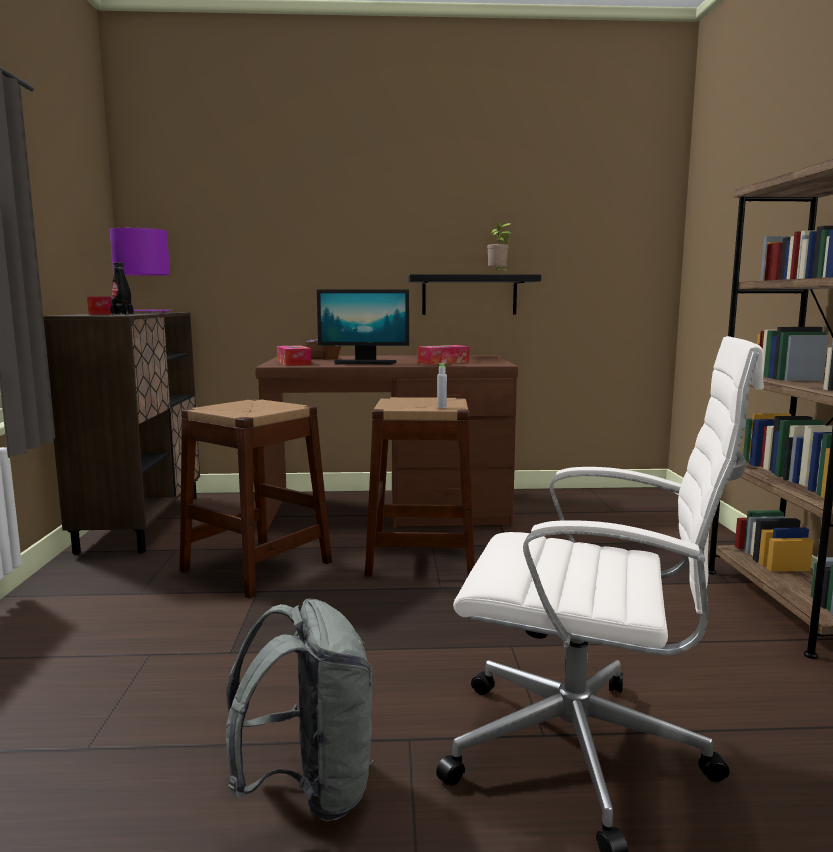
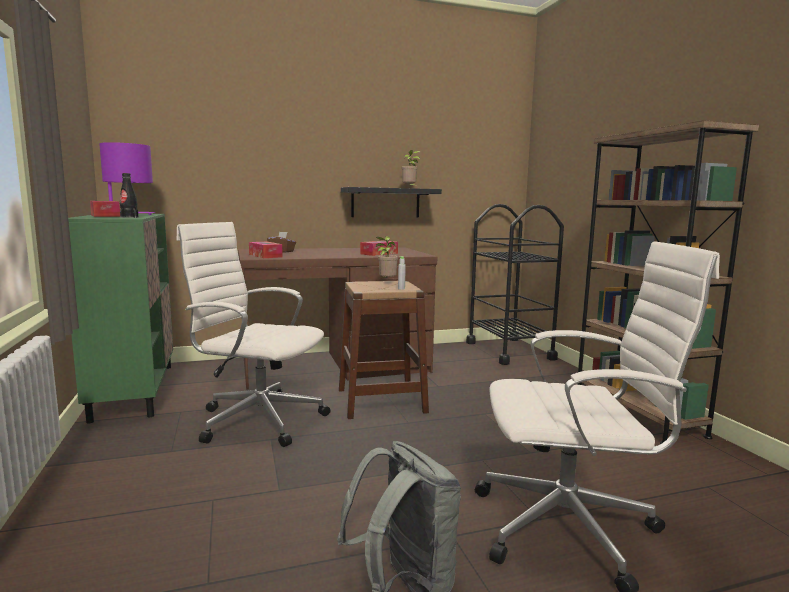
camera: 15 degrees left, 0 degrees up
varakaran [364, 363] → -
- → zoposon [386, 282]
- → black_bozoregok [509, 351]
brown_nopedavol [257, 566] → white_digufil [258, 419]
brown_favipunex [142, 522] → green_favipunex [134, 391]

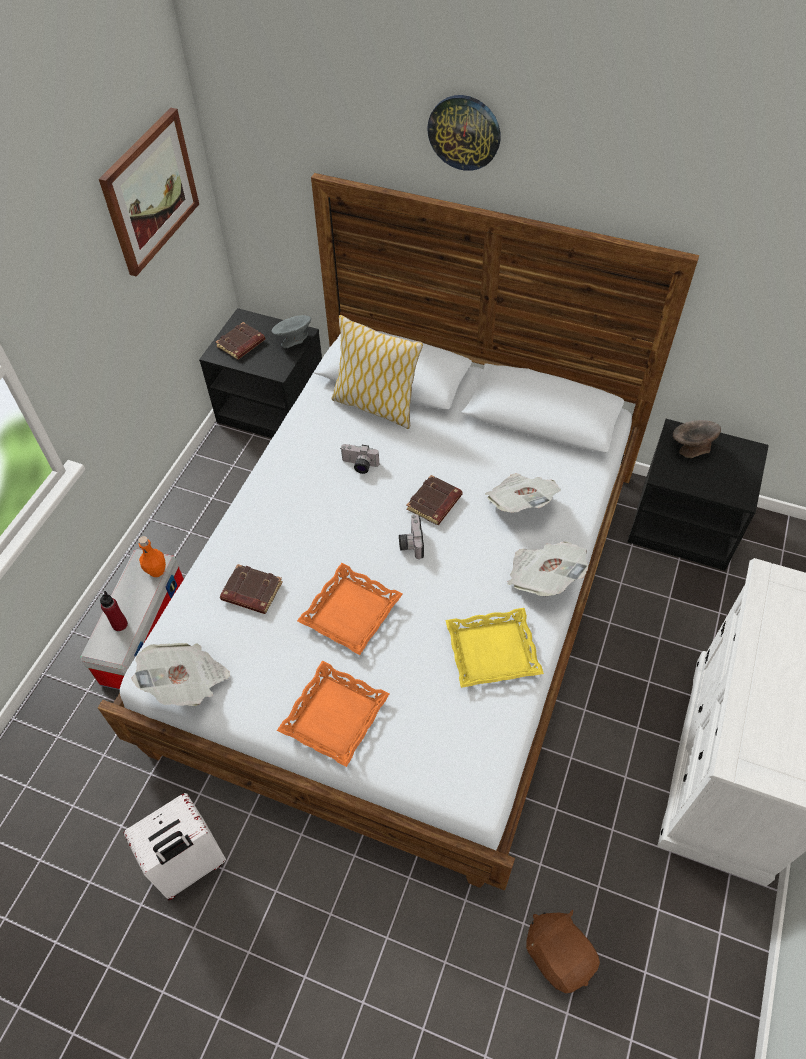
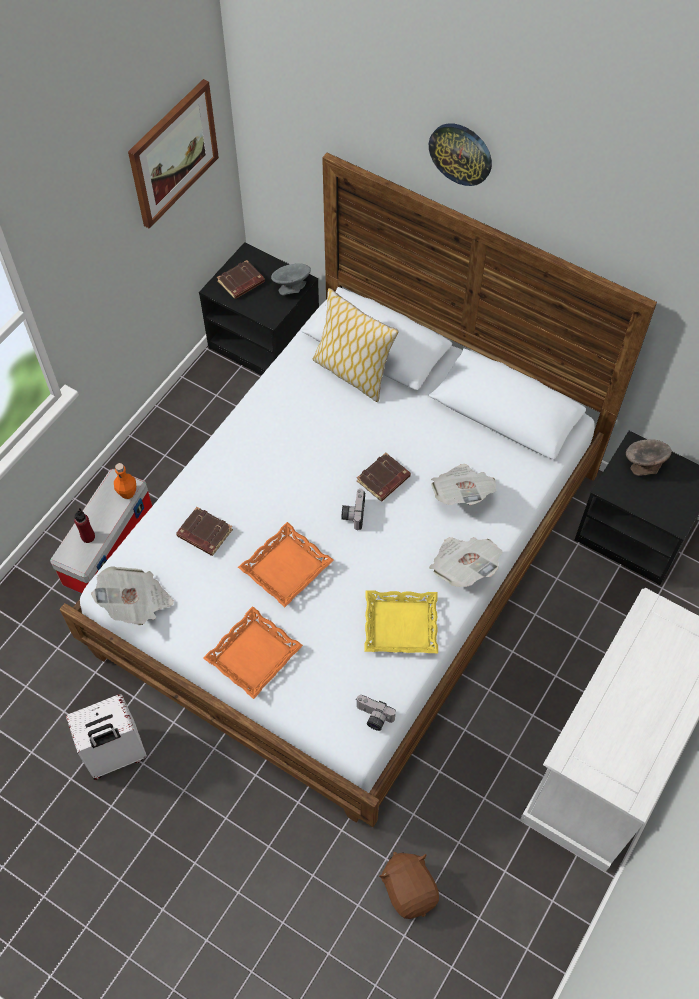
camera: 10 degrees right, 5 degrees up
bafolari [359, 465] → bafolari [373, 717], moved

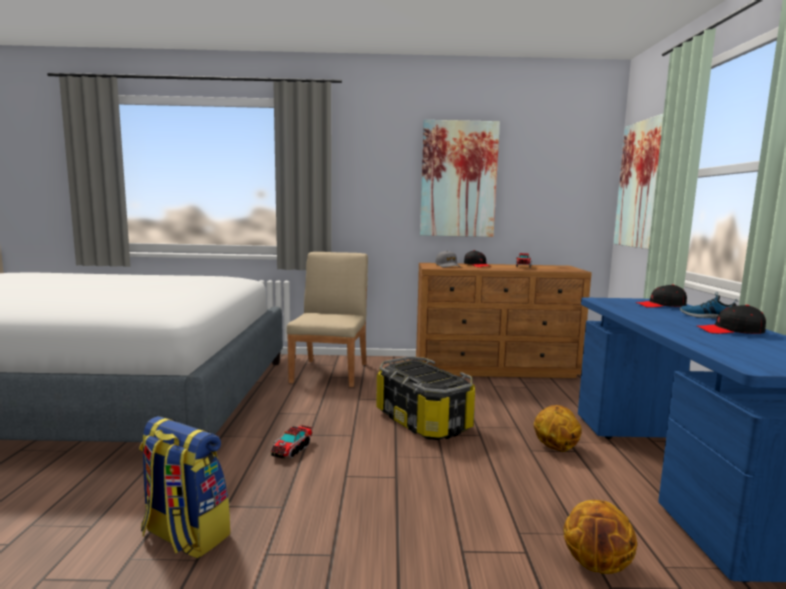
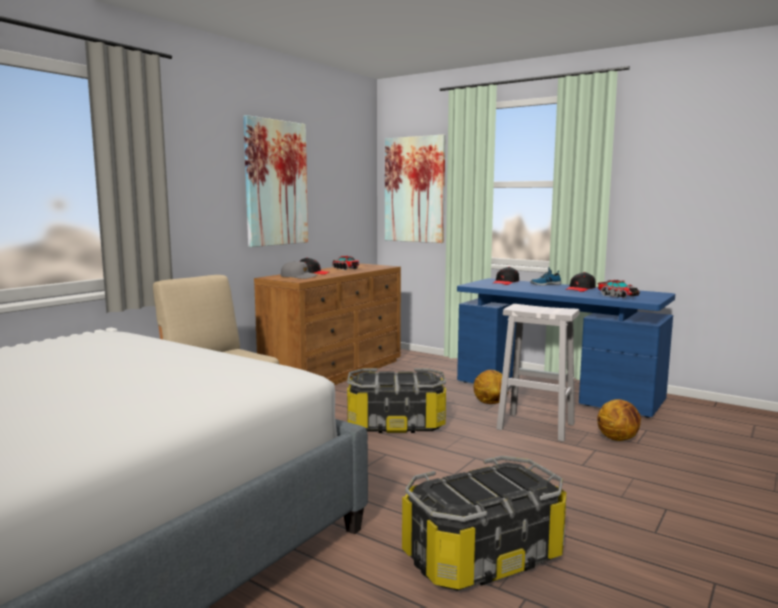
camera: 55 degrees left, 0 degrees up
- → white_nopedavol [534, 426]
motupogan [292, 449] → motupogan [617, 296], moved
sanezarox [184, 535] → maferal [483, 557]

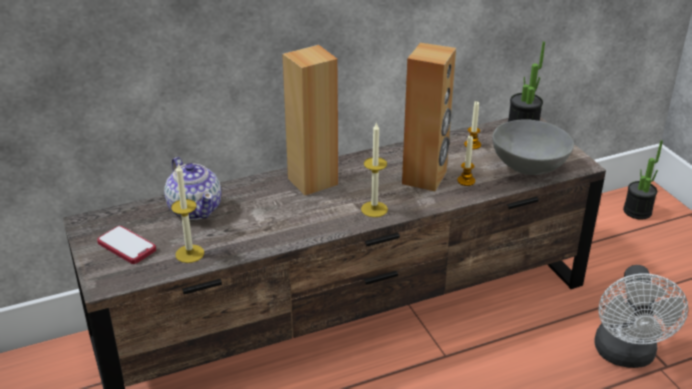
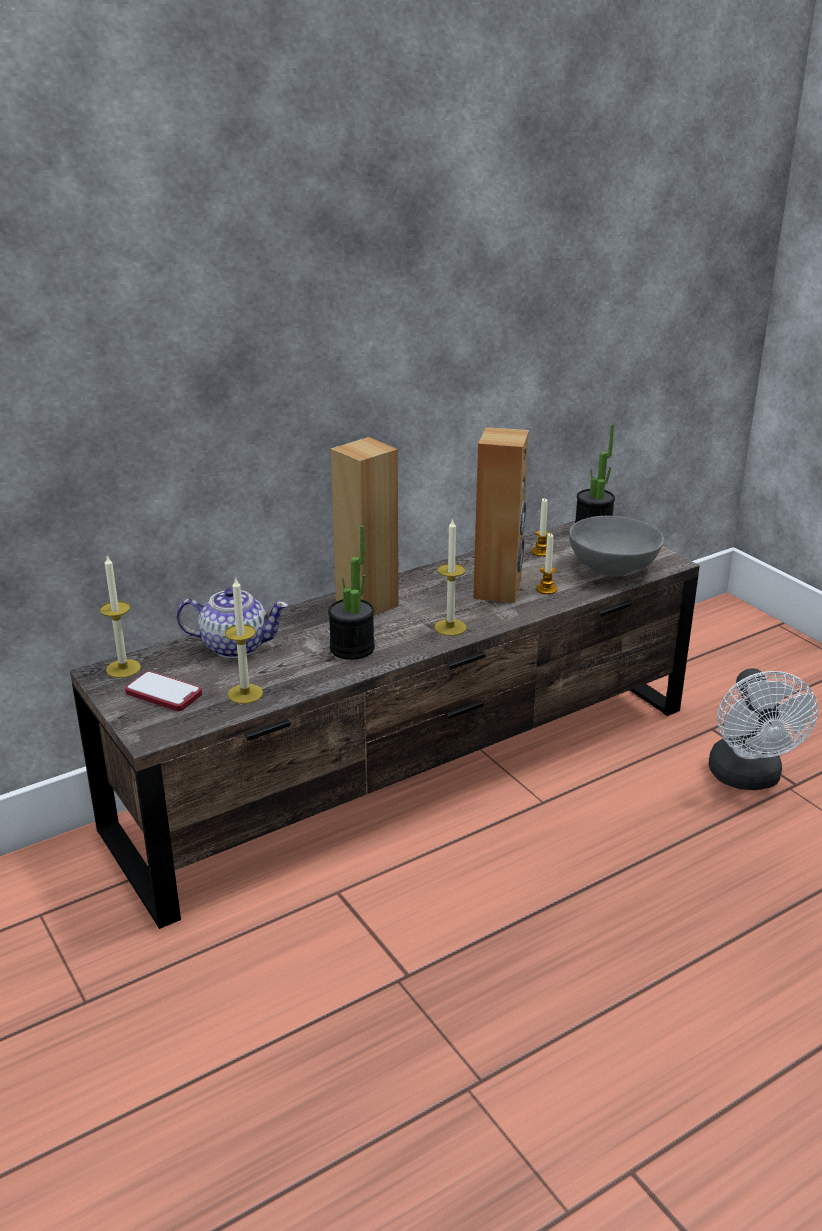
camera: 10 degrees left, 5 degrees down
- → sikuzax [123, 668]
zoposon [637, 211] → zoposon [352, 648], moved
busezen [195, 209] → busezen [234, 646], 45 degrees counterclockwise

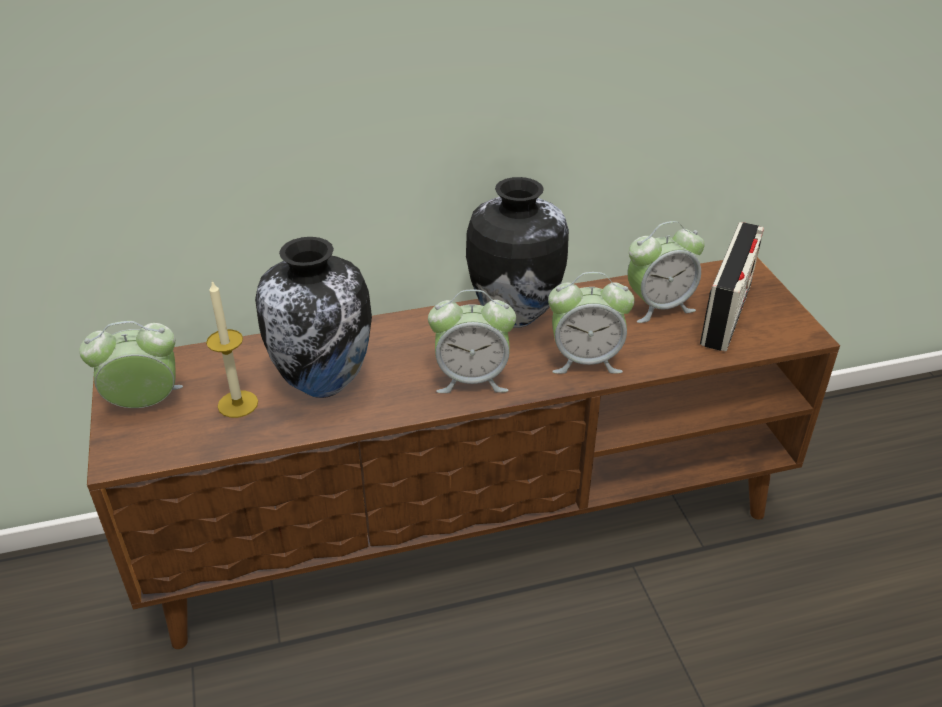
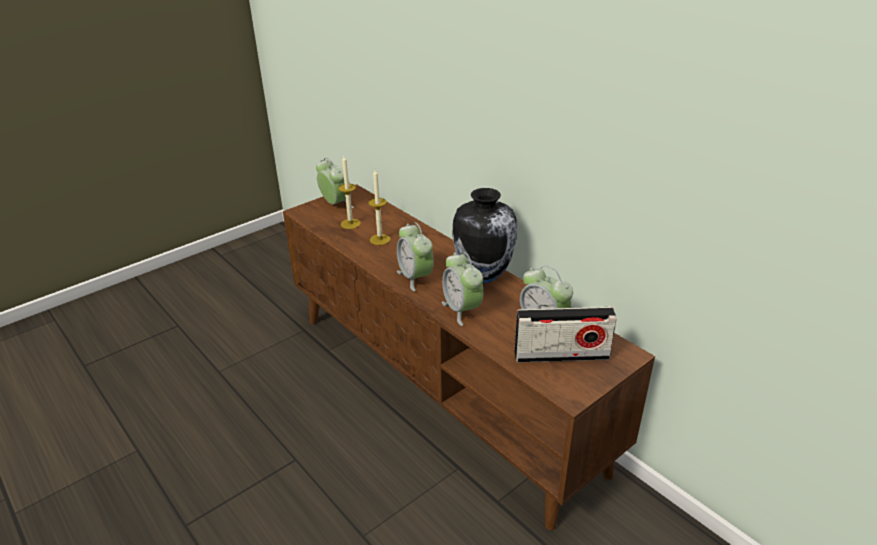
camera: 65 degrees right, 5 degrees down
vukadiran [325, 384] → sikuzax [380, 239]

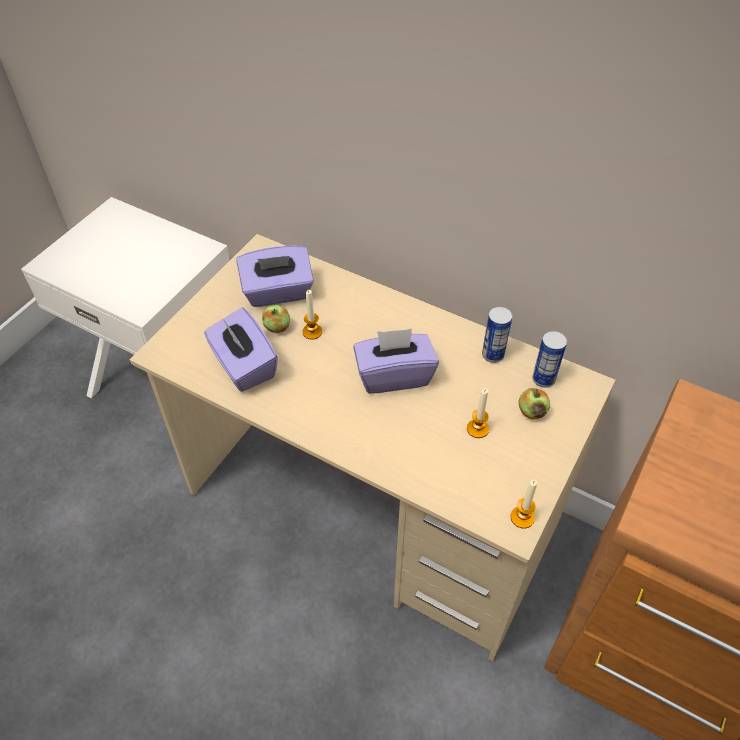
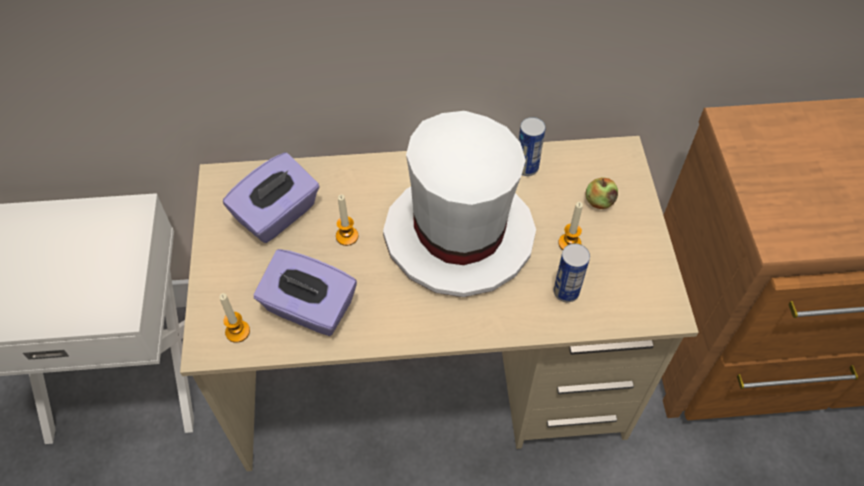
camera: 35 degrees left, 5 degrees up
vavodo [277, 327] → -
sikuzax [522, 517] → sikuzax [237, 331], moved
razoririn [543, 379] → razoririn [566, 292], moved
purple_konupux [394, 375] → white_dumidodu [459, 235]

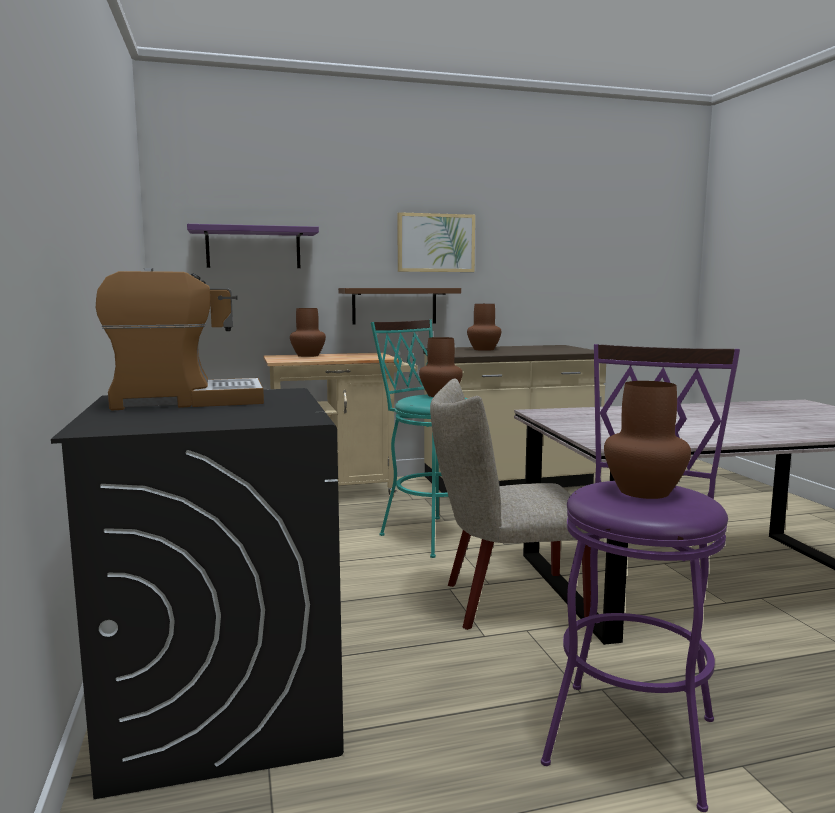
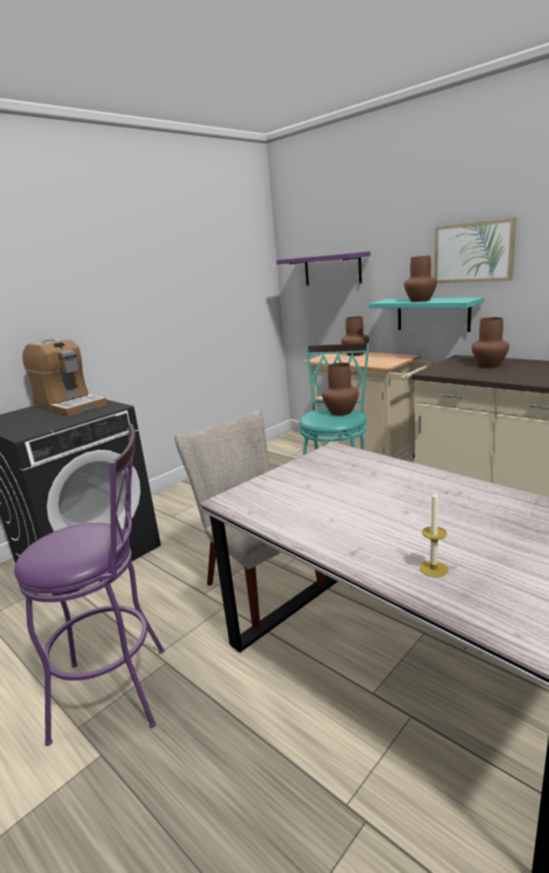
camera: 60 degrees right, 10 degrees up
- → sikuzax [433, 569]
brown_vukadiran [644, 492] → brown_vukadiran [419, 300], moved
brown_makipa [394, 306] → turquoise_makipa [433, 314]

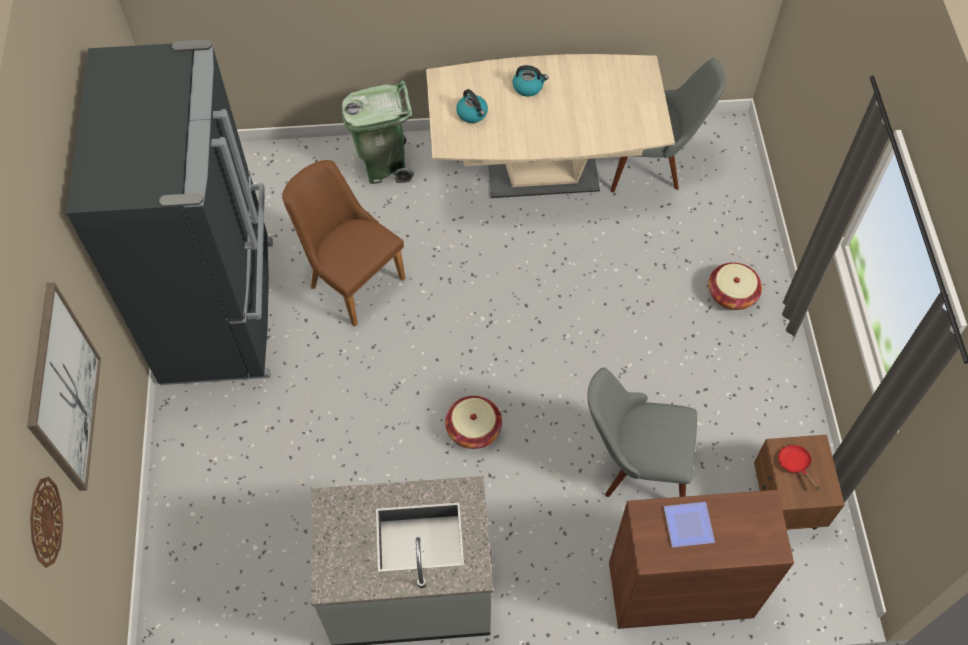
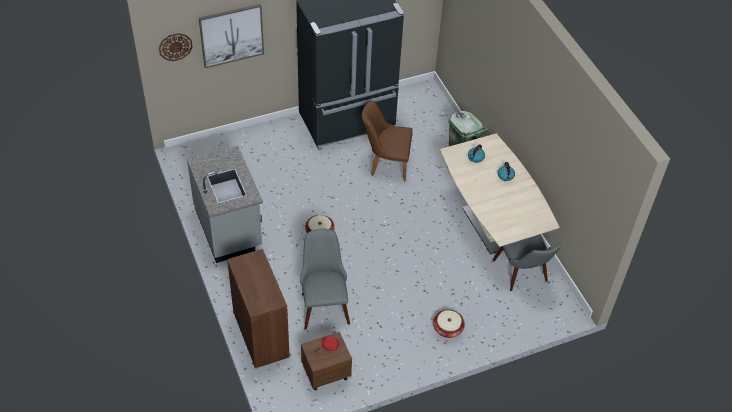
camera: 70 degrees right, 10 degrees down
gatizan [686, 524] → -
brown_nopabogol [350, 279] → brown_nopabogol [385, 164], 105 degrees counterclockwise

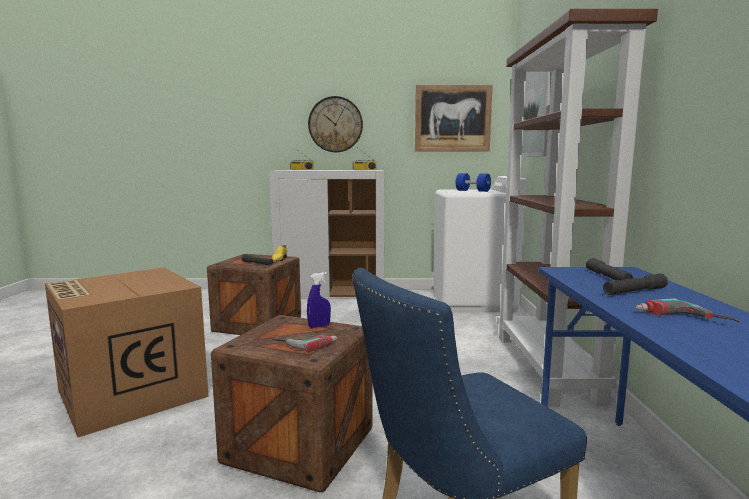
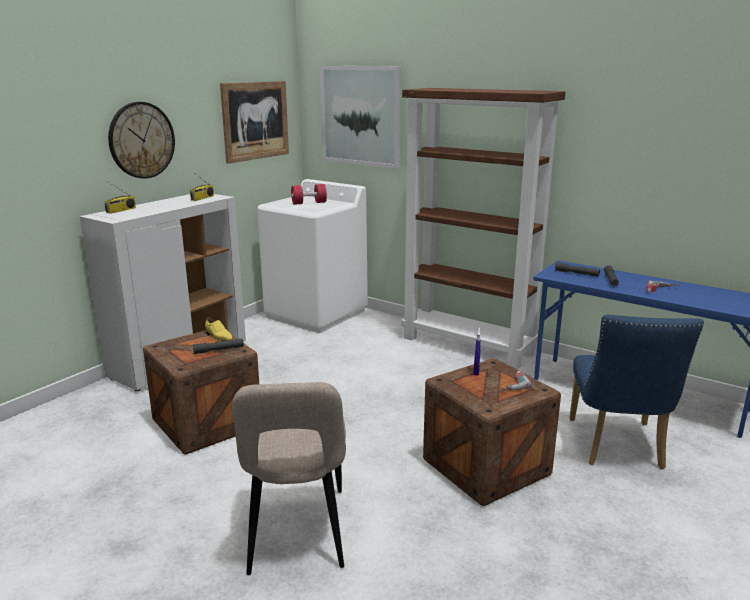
camera: 55 degrees left, 10 degrees up
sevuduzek [129, 393] → beige_nopabogol [296, 535]
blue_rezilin [472, 191] → red_rezilin [309, 203]

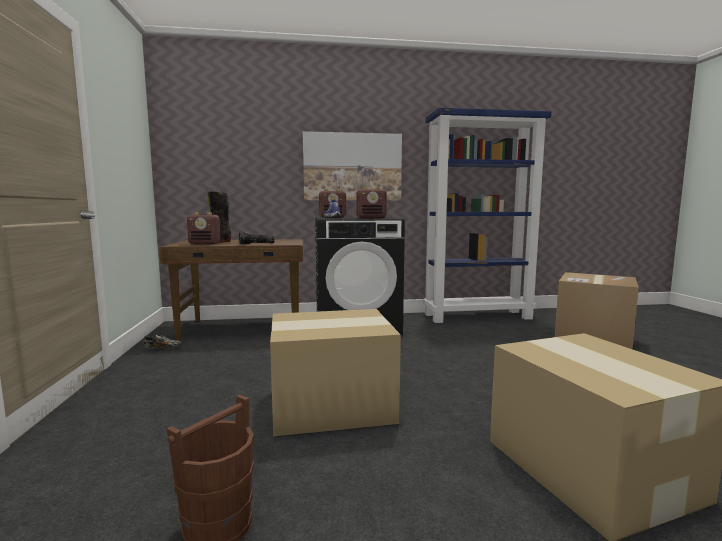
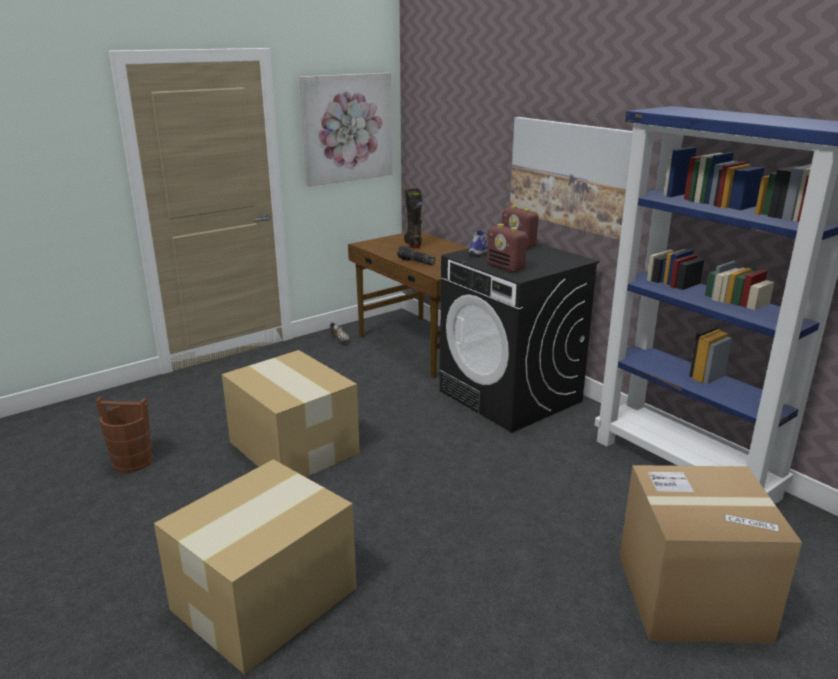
camera: 60 degrees right, 15 degrees up
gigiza [205, 244] → -
- → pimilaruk [347, 128]

